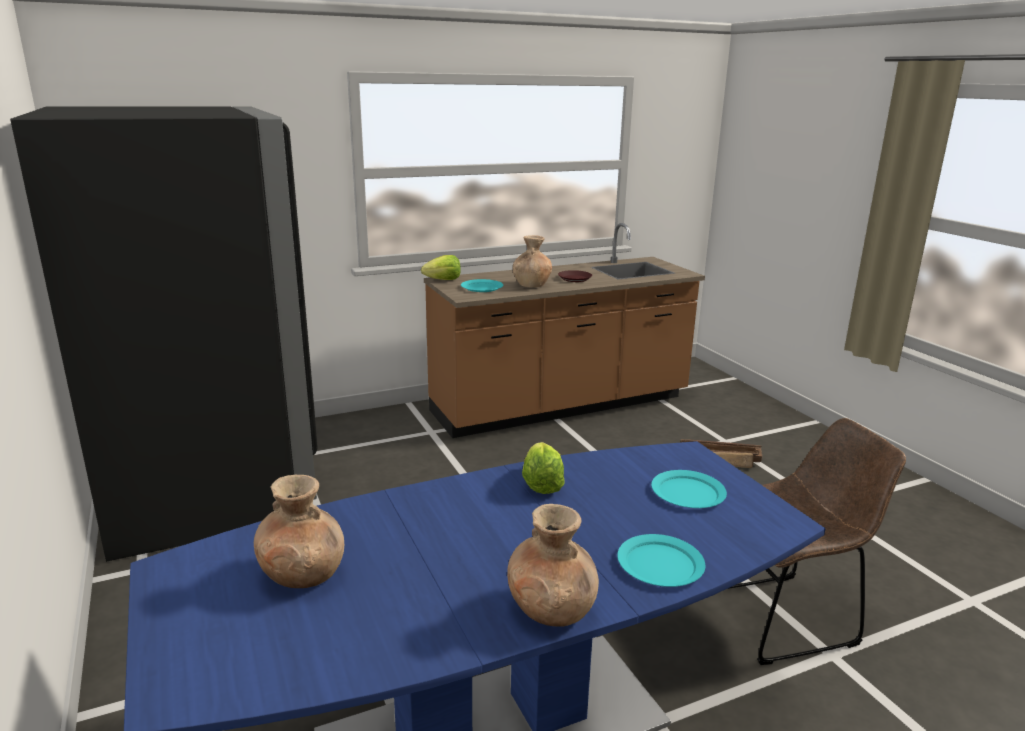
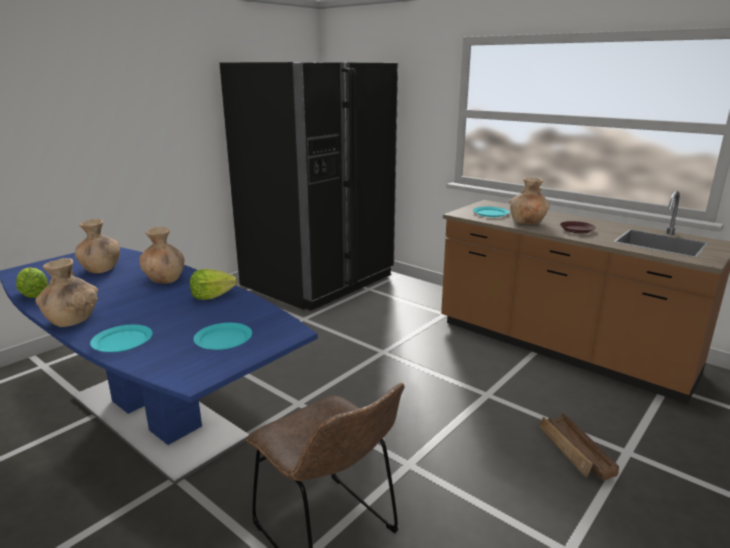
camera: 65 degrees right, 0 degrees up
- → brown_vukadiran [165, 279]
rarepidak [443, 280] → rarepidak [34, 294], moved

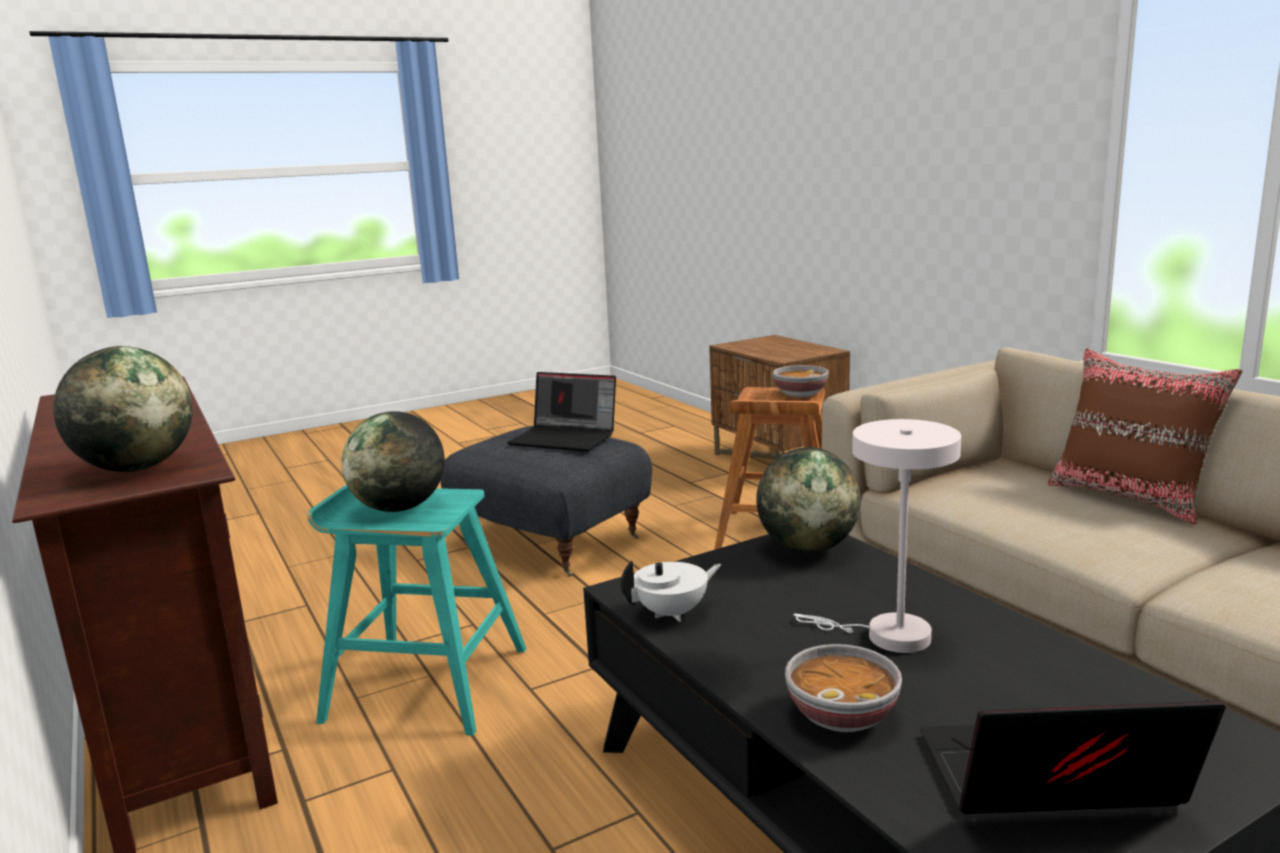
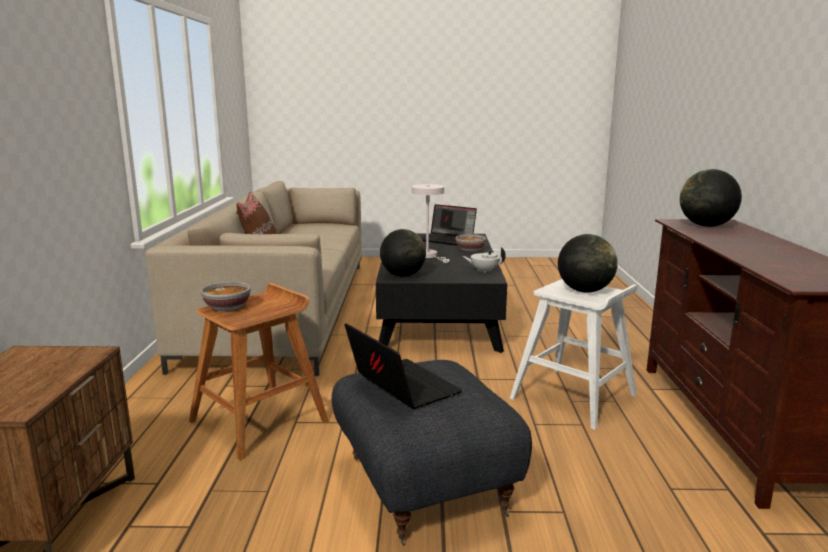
camera: 150 degrees left, 0 degrees up
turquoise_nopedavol [425, 683] → white_nopedavol [574, 397]

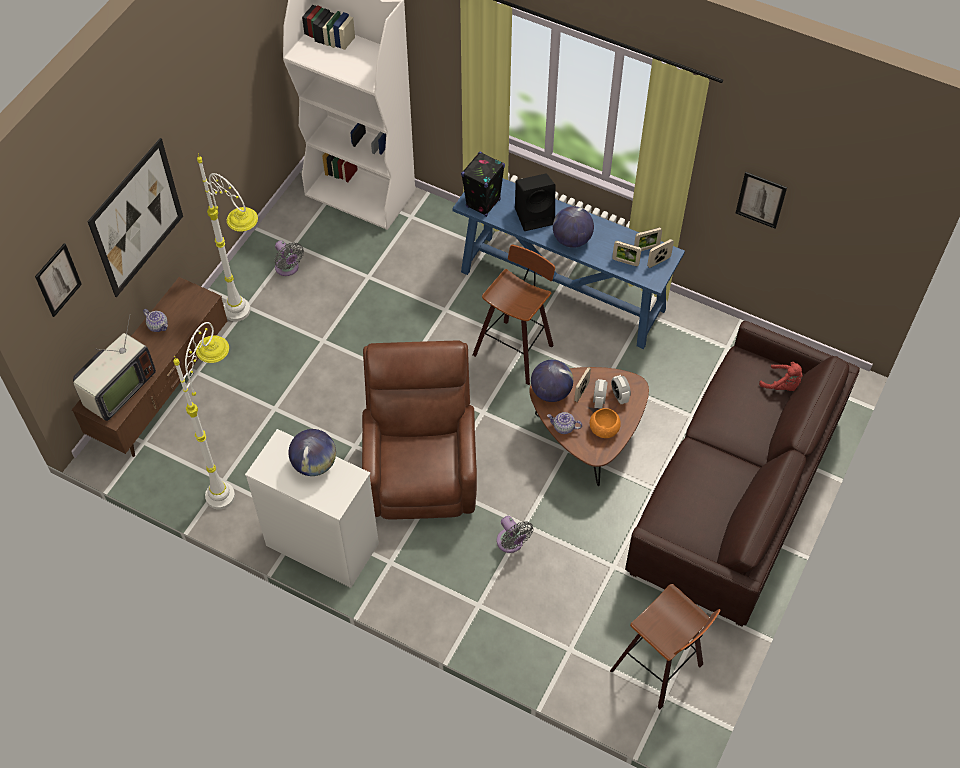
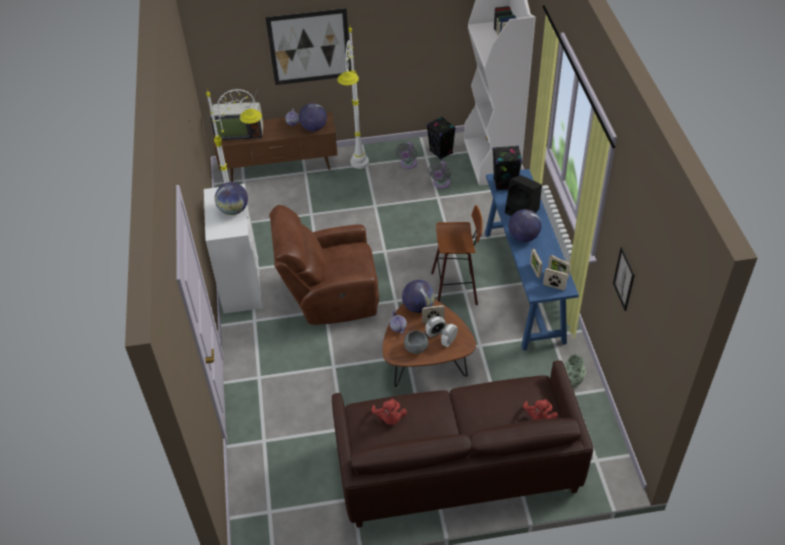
camera: 55 degrees right, 10 degrees down
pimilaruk [58, 280] → -
nopedavol [660, 667] → -
- → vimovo [314, 128]
- → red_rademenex [389, 418]
- → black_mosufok [441, 152]
- → vukadiran [572, 380]
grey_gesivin [511, 543] → grey_gesivin [440, 184], moved
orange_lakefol [604, 429] → grey_lakefol [416, 348]
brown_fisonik [421, 468] → brown_fisonik [330, 296], 150 degrees counterclockwise

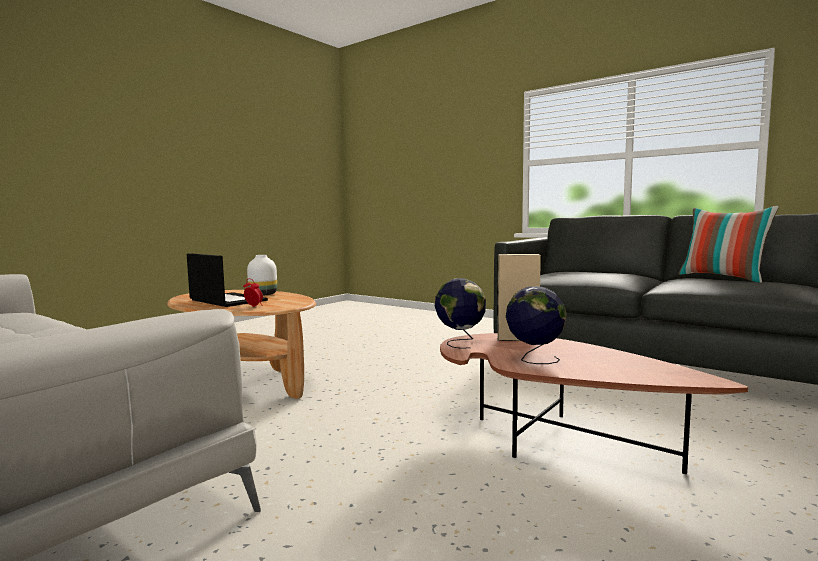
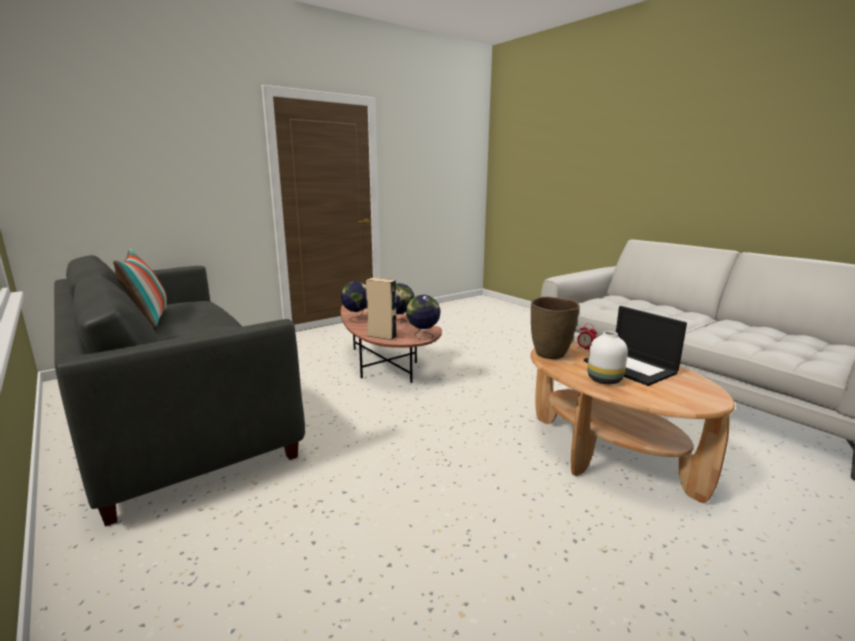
camera: 165 degrees left, 10 degrees up
- → vimovo [356, 319]
- → brown_vukadiran [550, 354]

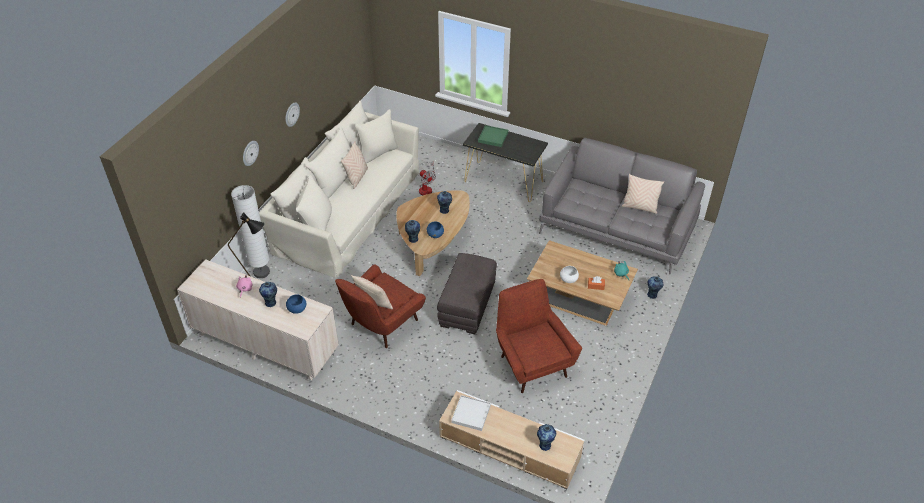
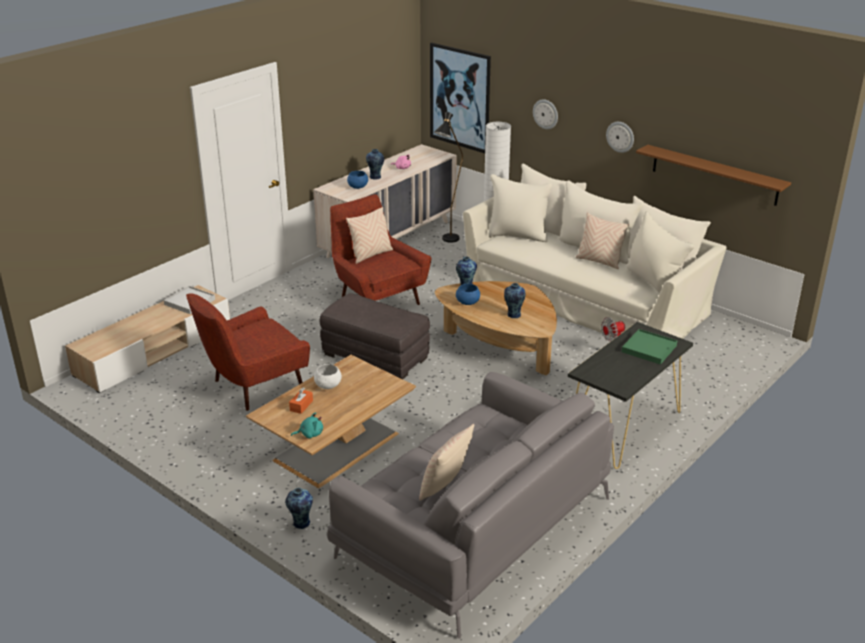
camera: 105 degrees right, 15 degrees down
vukadiran [545, 445] → -
- → pimilaruk [460, 98]
- → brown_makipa [714, 175]
red_fisonik [531, 363] → red_fisonik [253, 386], 150 degrees clockwise

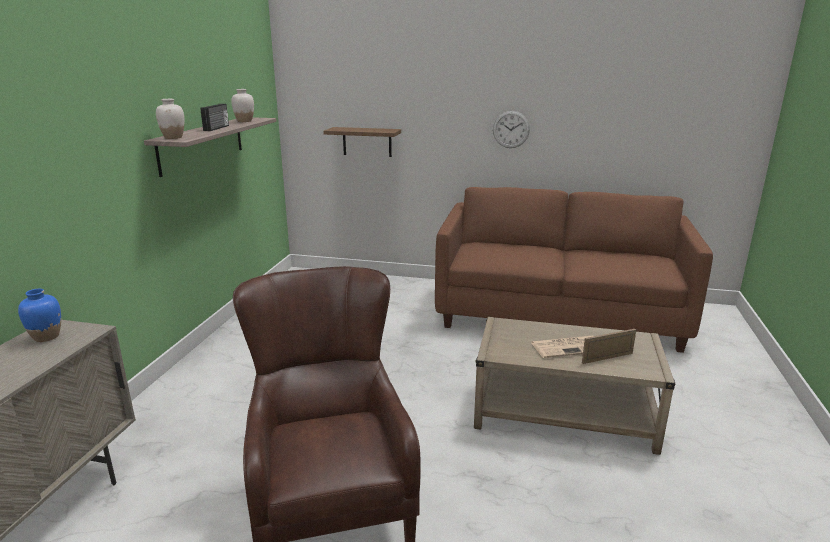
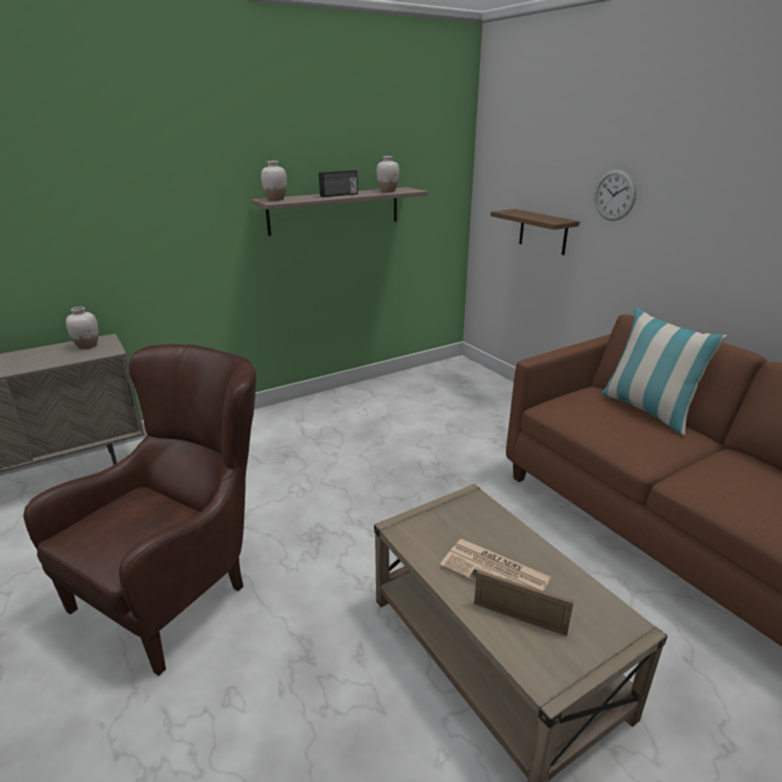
camera: 45 degrees right, 5 degrees up
- → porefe [648, 410]
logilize [511, 129] → logilize [614, 195], moved
blue_vukadiran [46, 337] → white_vukadiran [87, 346]

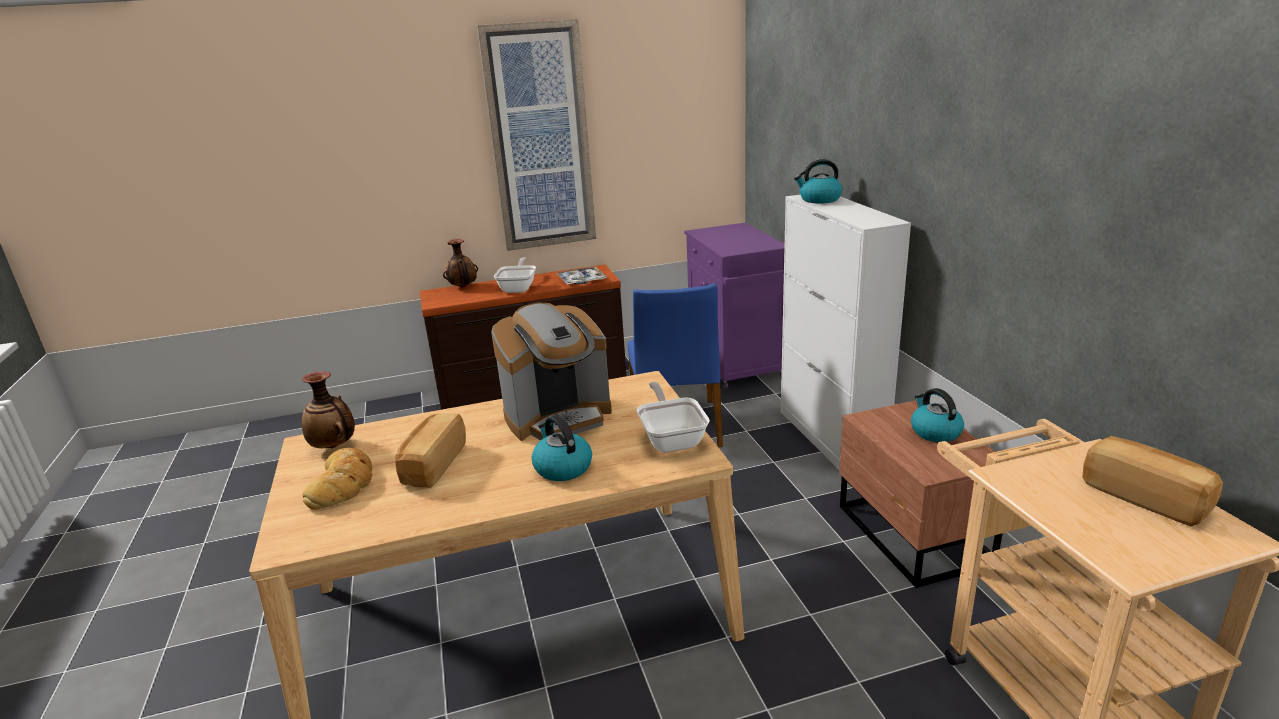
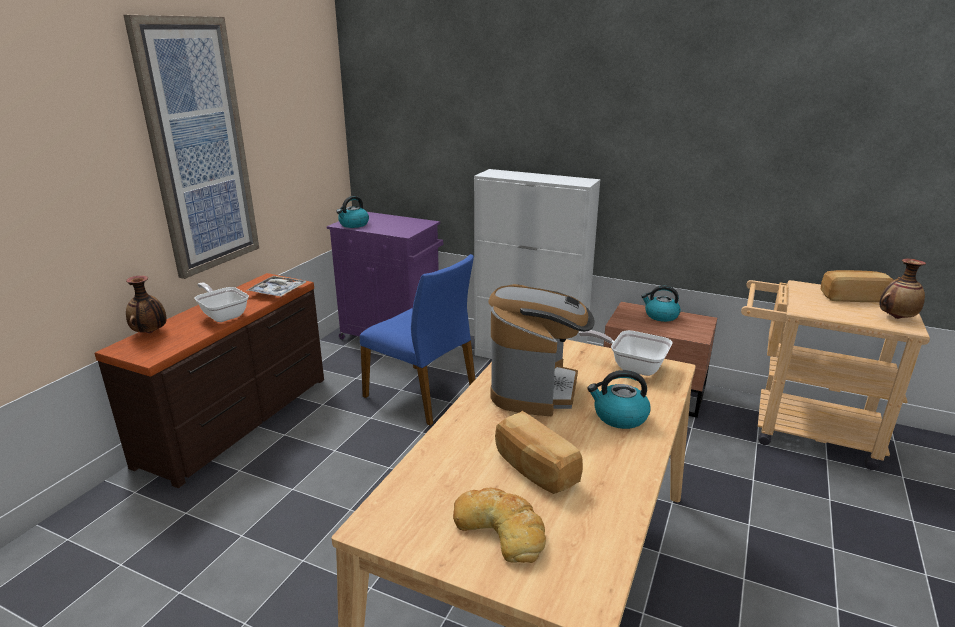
camera: 50 degrees left, 0 degrees up
vukadiran [334, 446] → vukadiran [896, 317], moved
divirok [819, 199] → divirok [353, 224], moved

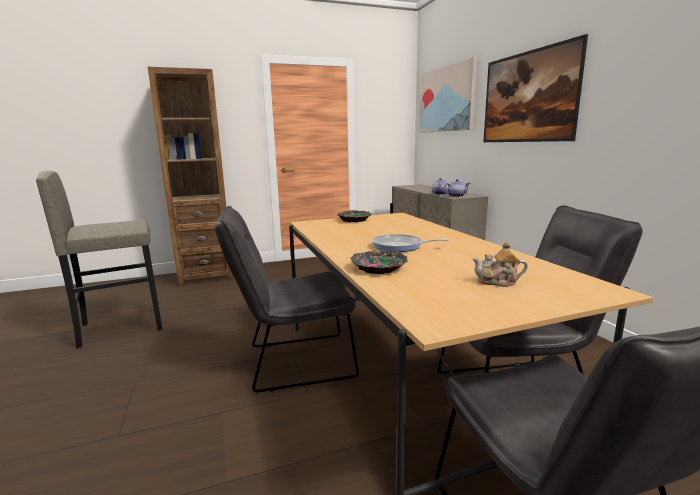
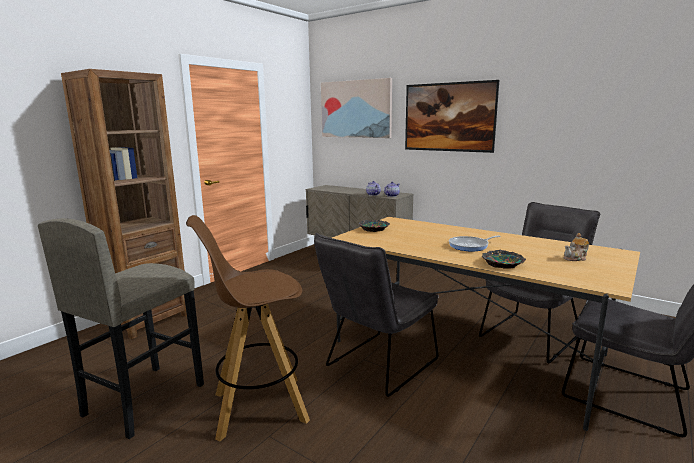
camera: 35 degrees left, 0 degrees up
- → brown_nopedavol [258, 407]

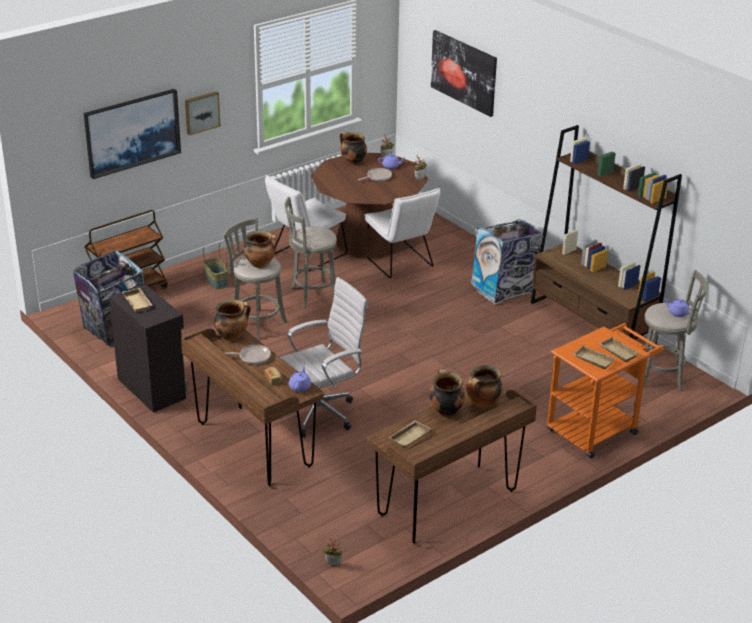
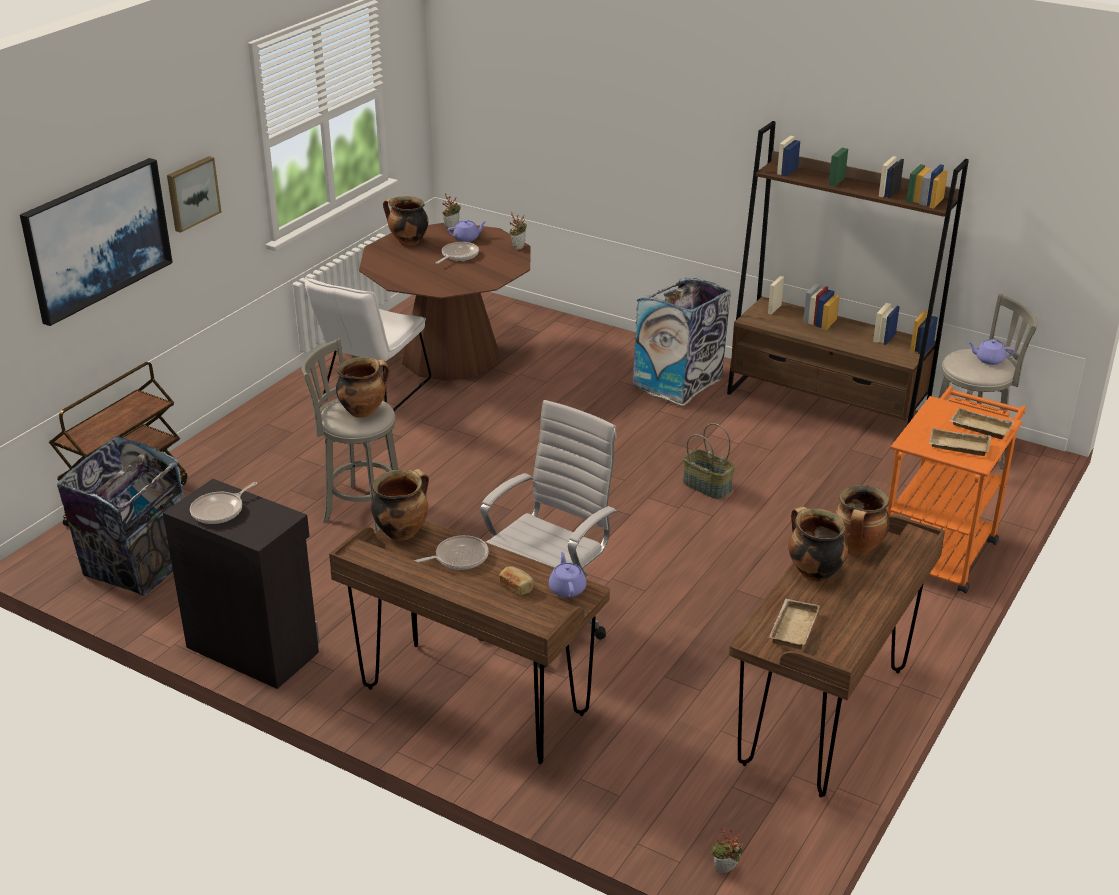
camera: 20 degrees left, 0 degrees up
grey_nopedavol [311, 295] → -
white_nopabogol [400, 263] → -
pimilaruk [464, 72] → -
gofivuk [217, 281] → gofivuk [708, 486], moved
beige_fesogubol [138, 302] → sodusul [220, 511]

